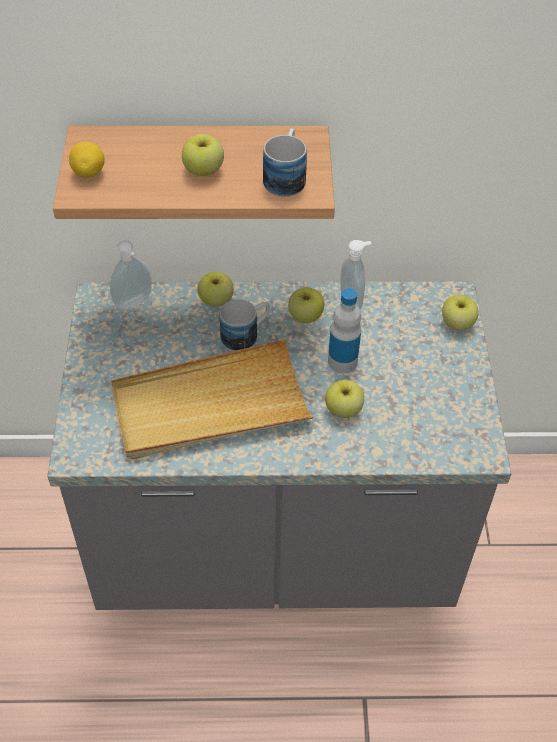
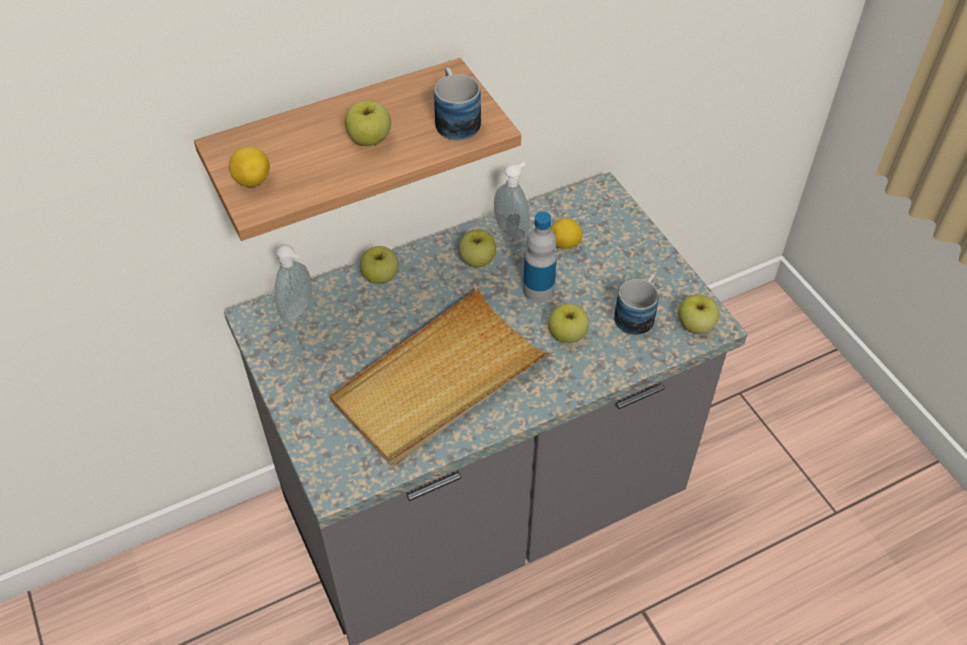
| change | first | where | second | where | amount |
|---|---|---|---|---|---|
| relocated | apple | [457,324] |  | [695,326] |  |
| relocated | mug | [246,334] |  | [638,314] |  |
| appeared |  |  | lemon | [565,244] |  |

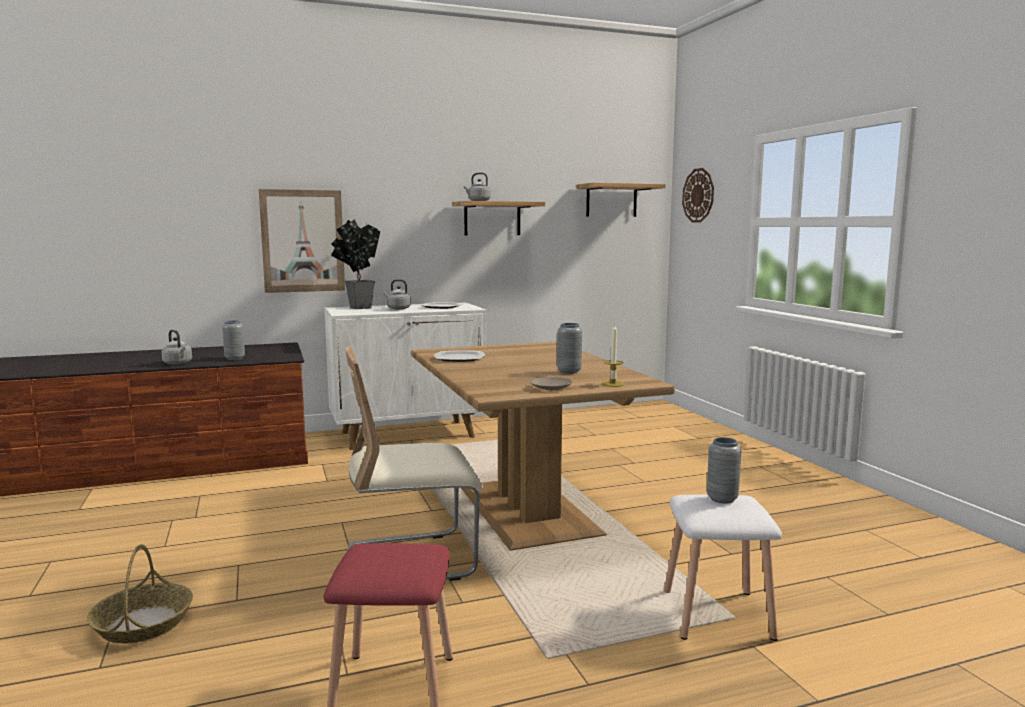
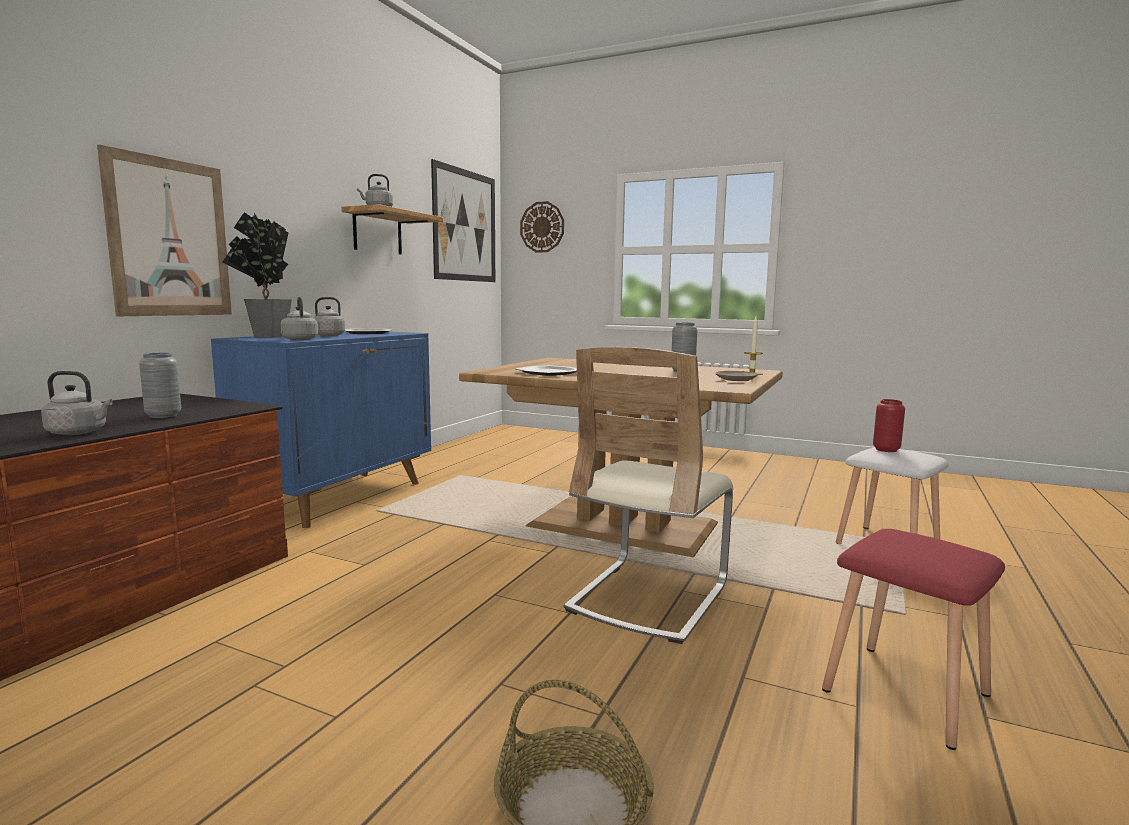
| change | first | where | second | where | amount |
|---|---|---|---|---|---|
| exchanged | shelf | [611,200] | picture | [465,226] |  |
| colour | white cabinet | [409,434] | blue cabinet | [340,497] |  |
| colour | grey vase | [722,499] | red vase | [886,450] |  |
| appeared |  |  | grey kettle | [300,339] |  |

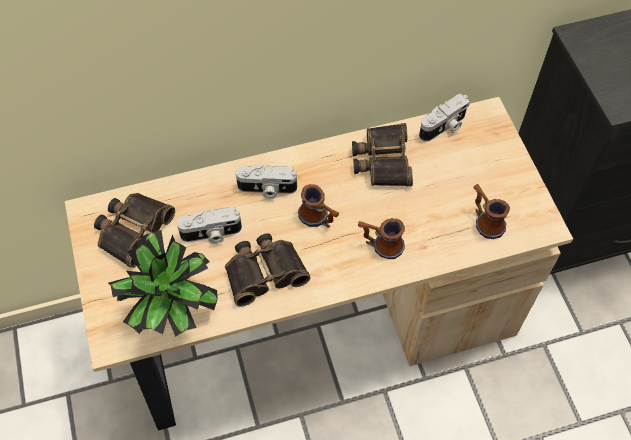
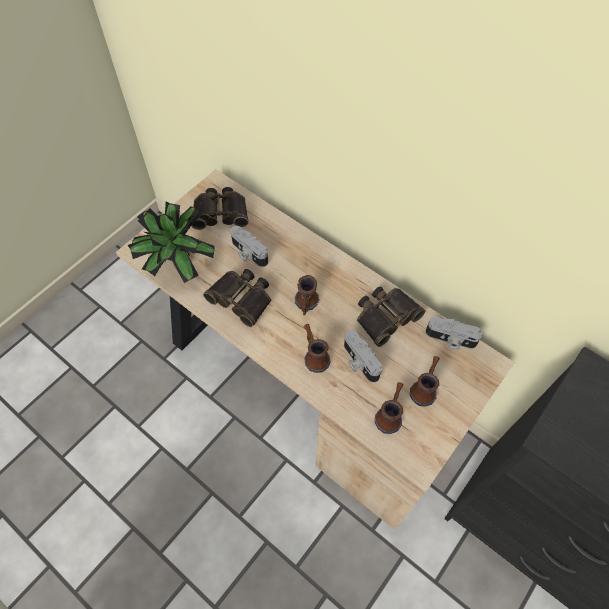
| change | first | where | second | where | amount |
|---|---|---|---|---|---|
| relocated | photo camera | [267,189] |  | [358,362] |  |
| appeared |  |  | mug | [424,387] |  |

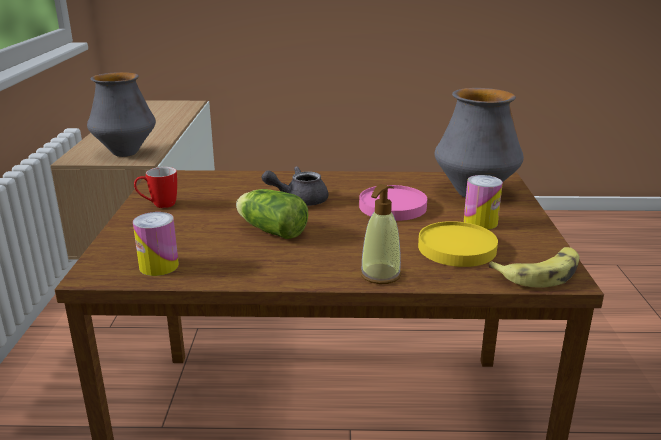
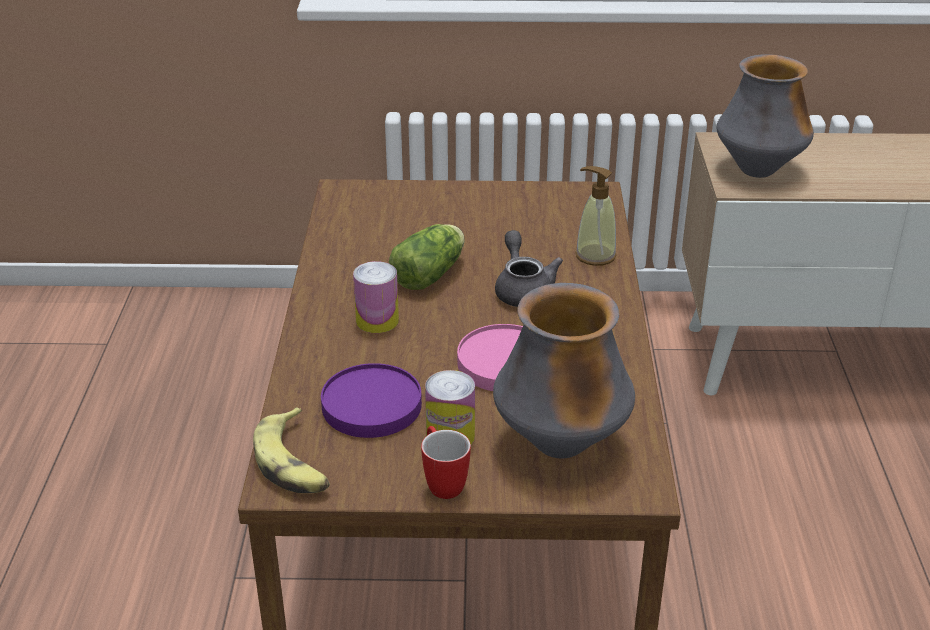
| change | first | where | second | where | amount |
|---|---|---|---|---|---|
| relocated | mug | [158,205] |  | [442,482] |  |
| relocated | soap dispenser | [380,275] |  | [595,255] |  |
| relocated | can | [159,266] |  | [377,320] |  |
| colour | yellow plate | [457,248] | purple plate | [371,406] |  |

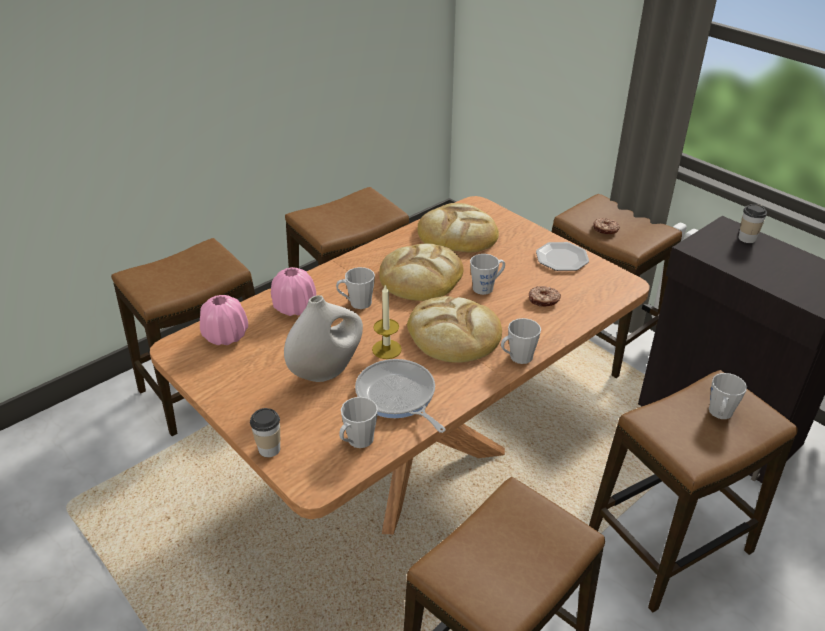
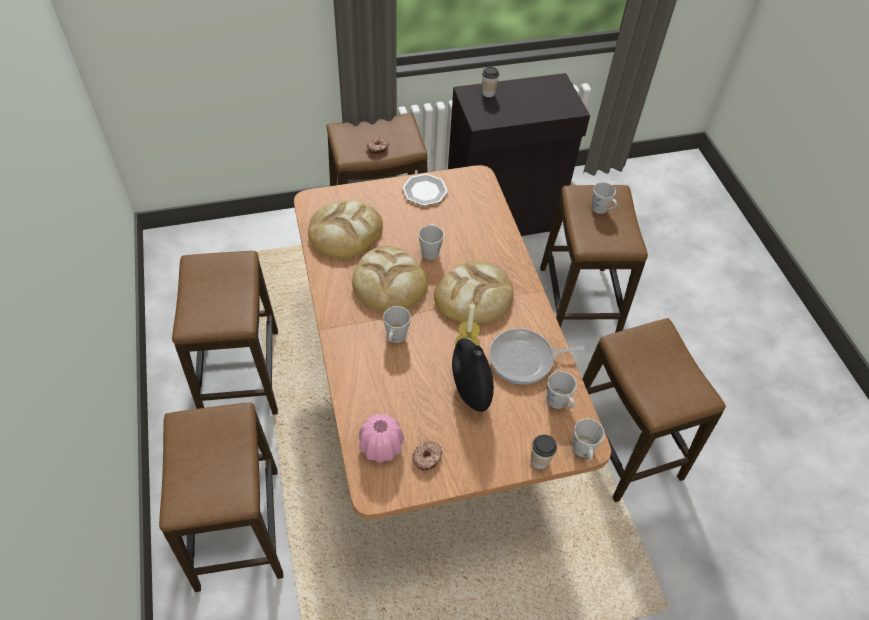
| change | first | where | second | where | amount |
|---|---|---|---|---|---|
| missing | pink vase | [294,307] |  |  |  |
| relocated | donut | [543,300] |  | [427,458] |  |
| colour | white vase | [327,370] | black vase | [469,391] |  |
| relocated | grey mug | [517,357] |  | [583,451] |  |

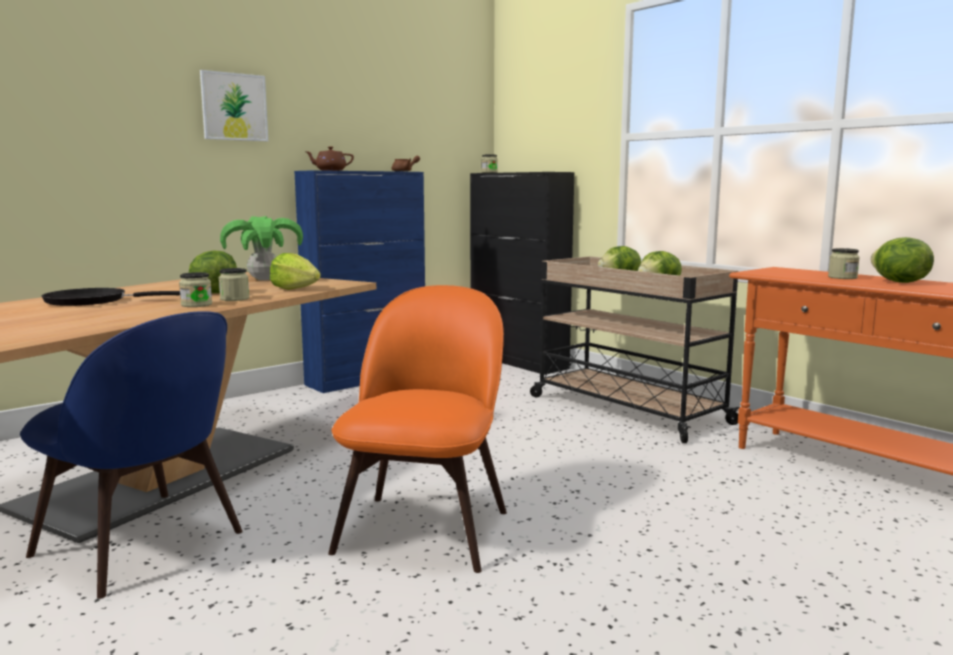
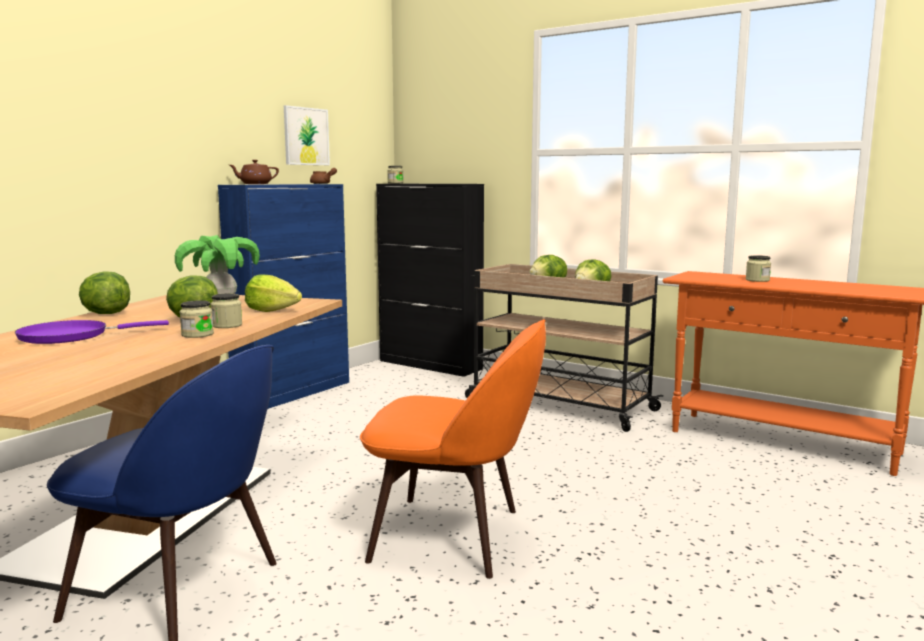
| change | first | where | second | where | amount |
|---|---|---|---|---|---|
| relocated | picture | [234,107] |  | [306,136] |  |
| relocated | lettuce | [898,282] |  | [105,313] |  |
| spun | orange chair | [425,527] |  | [453,536] | 105 degrees clockwise |
| colour | black frying pan | [92,301] | purple frying pan | [70,336] |  |

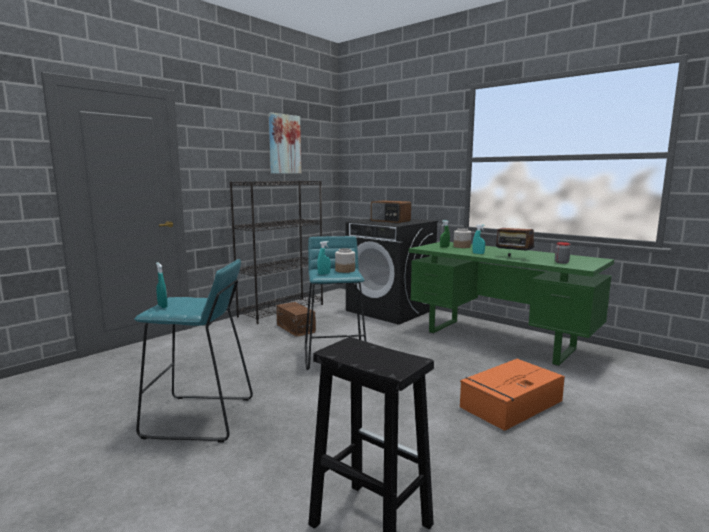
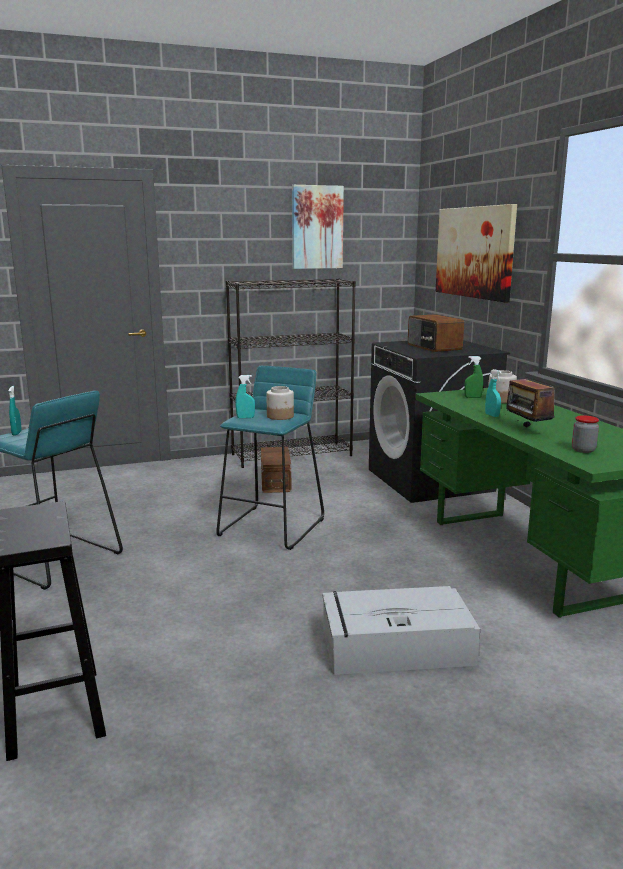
| change | first | where | second | where | amount |
|---|---|---|---|---|---|
| colour | orange storage box | [510,404] | grey storage box | [394,646] |  |
| appeared |  |  | picture | [474,252] |  |

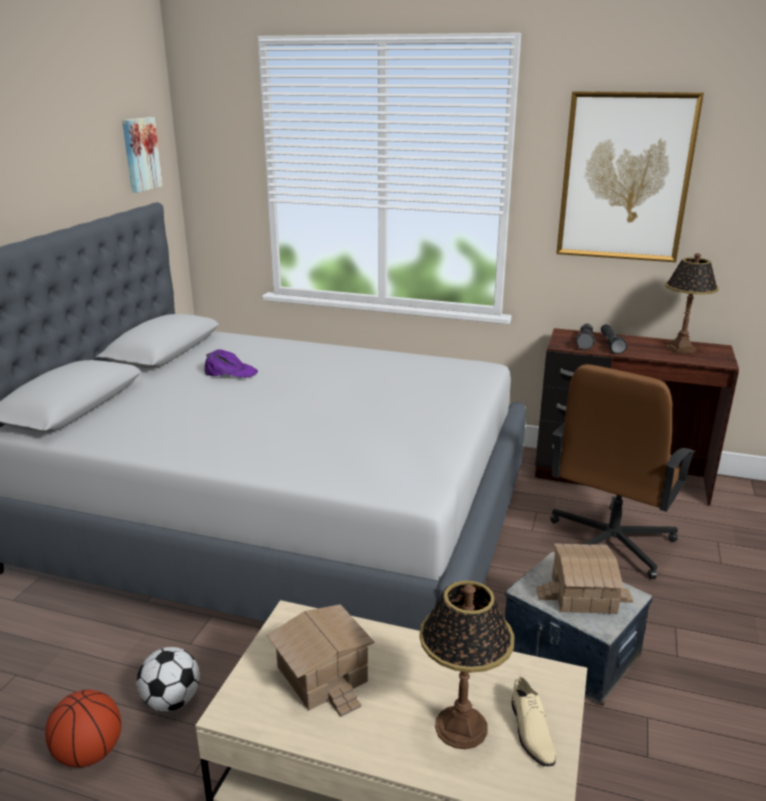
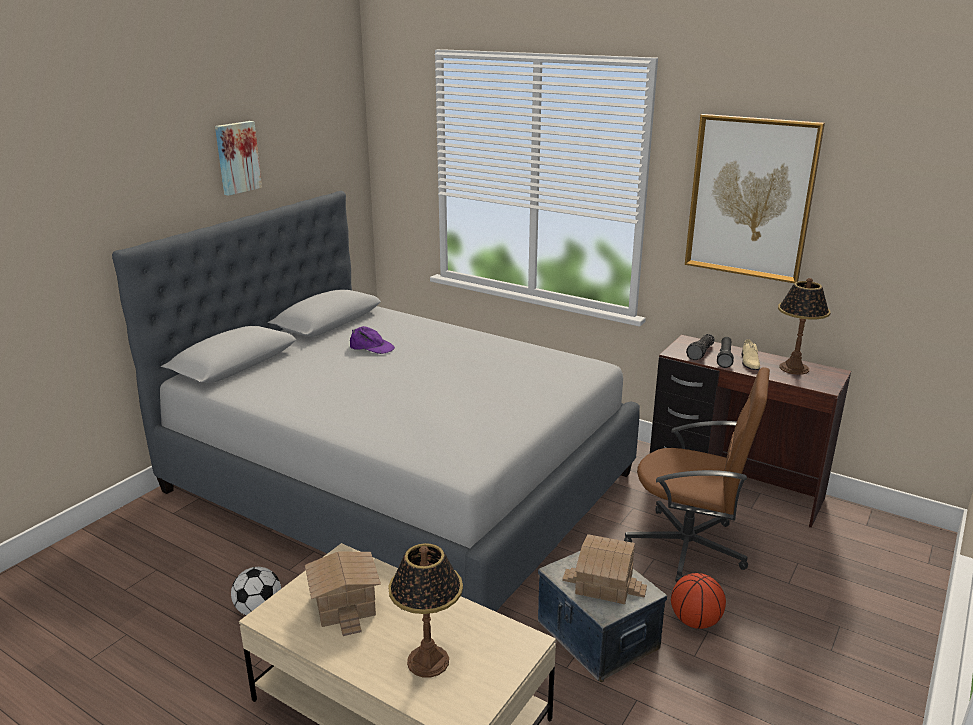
| change | first | where | second | where | amount |
|---|---|---|---|---|---|
| relocated | picture | [140,154] |  | [237,157] |  |
| spun | brown office chair | [610,542] |  | [688,546] | 120 degrees counterclockwise |
| relocated | beige shoe | [530,730] |  | [749,362] |  |
| relocated | basketball | [89,753] |  | [695,621] |  |

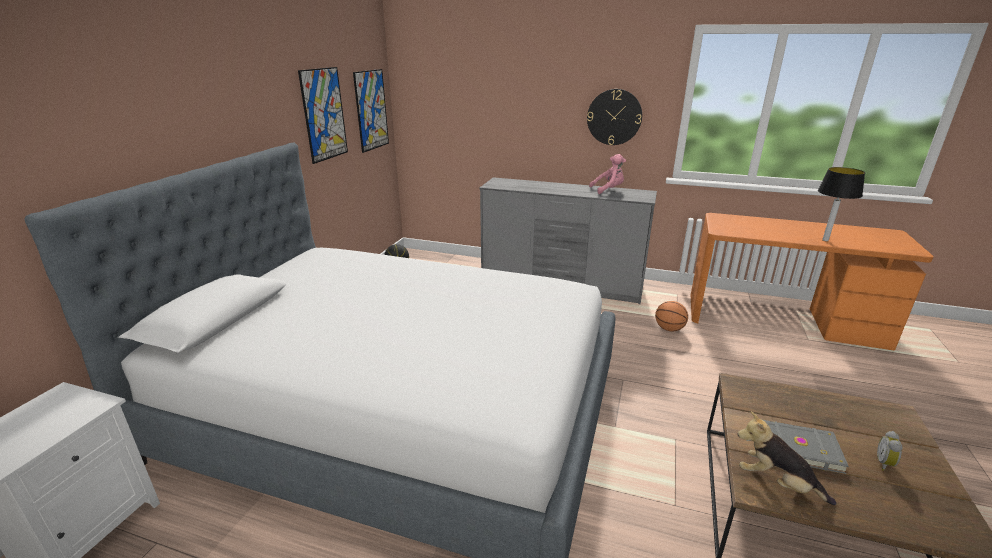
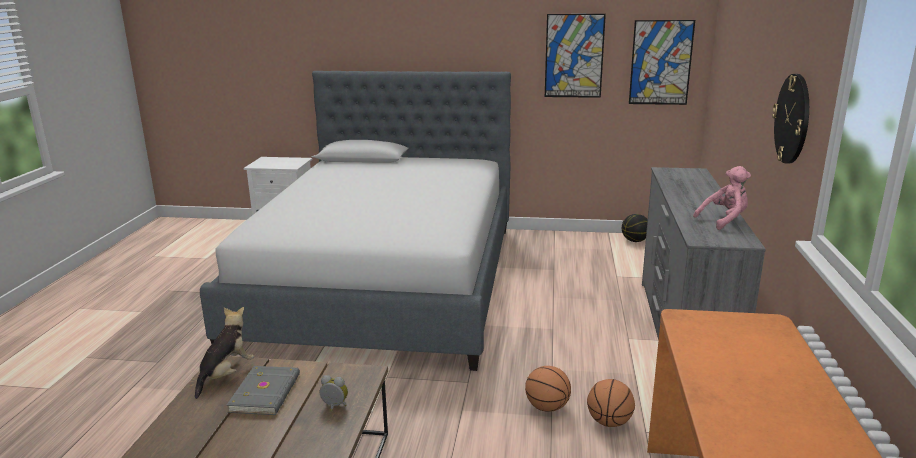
| change | first | where | second | where | amount |
|---|---|---|---|---|---|
| spun | pink plush toy | [608,190] |  | [724,220] | 90 degrees counterclockwise |
| missing | table lamp | [825,240] |  |  |  |
| relocated | alarm clock | [885,464] |  | [334,407] |  |
| appeared |  |  | basketball | [547,407] |  |

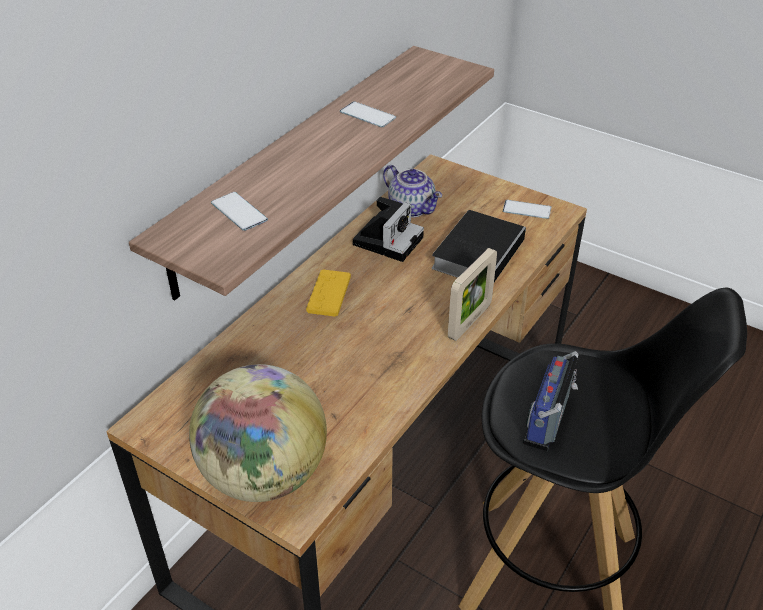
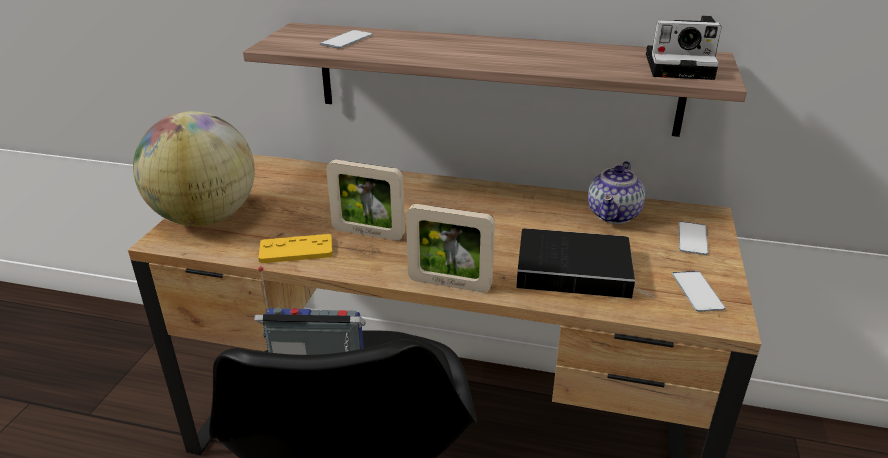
| change | first | where | second | where | amount |
|---|---|---|---|---|---|
| relocated | phone | [367,115] |  | [692,238] |  |
| relocated | photo camera | [388,239] |  | [682,66] |  |
| relocated | yellow game controller | [329,294] |  | [296,250] |  |
| appeared |  |  | picture frame | [368,233] |  |

